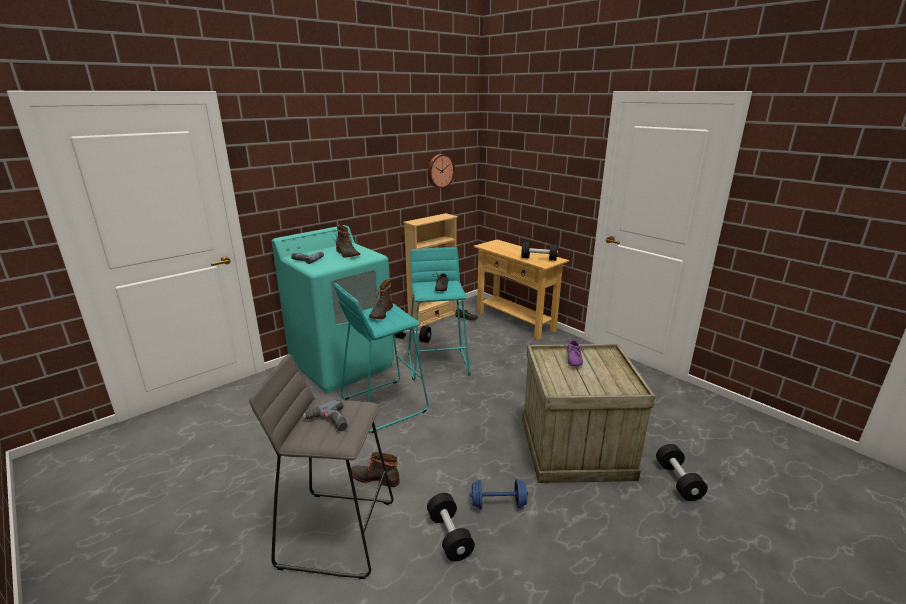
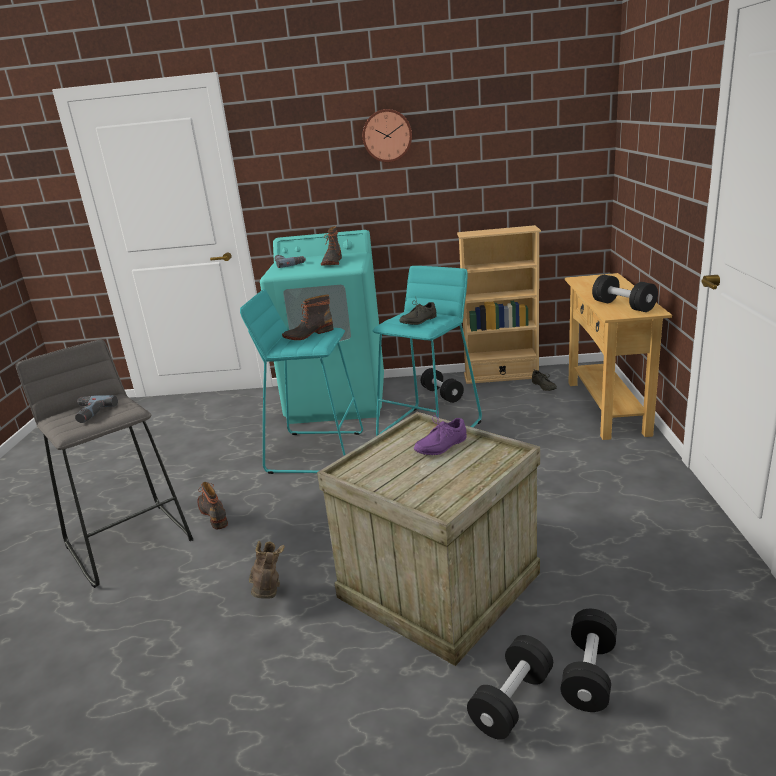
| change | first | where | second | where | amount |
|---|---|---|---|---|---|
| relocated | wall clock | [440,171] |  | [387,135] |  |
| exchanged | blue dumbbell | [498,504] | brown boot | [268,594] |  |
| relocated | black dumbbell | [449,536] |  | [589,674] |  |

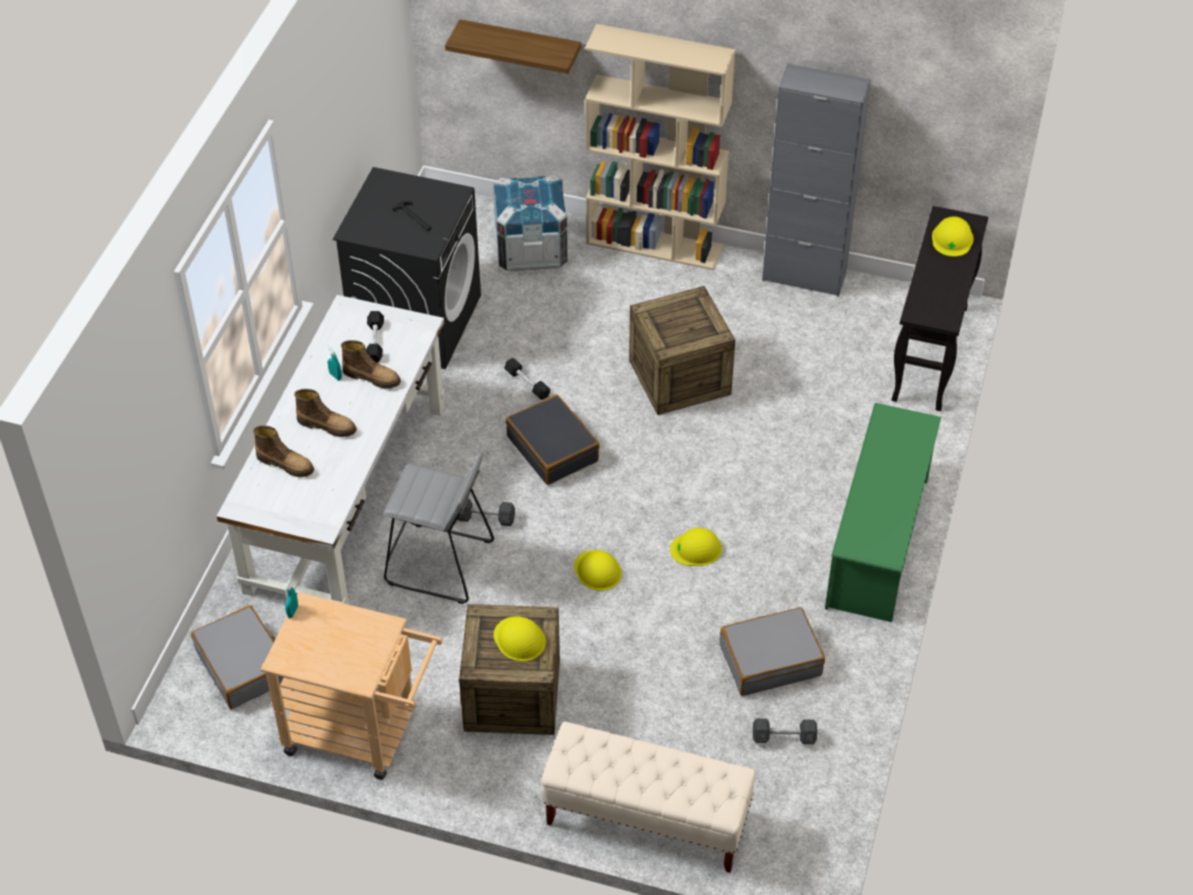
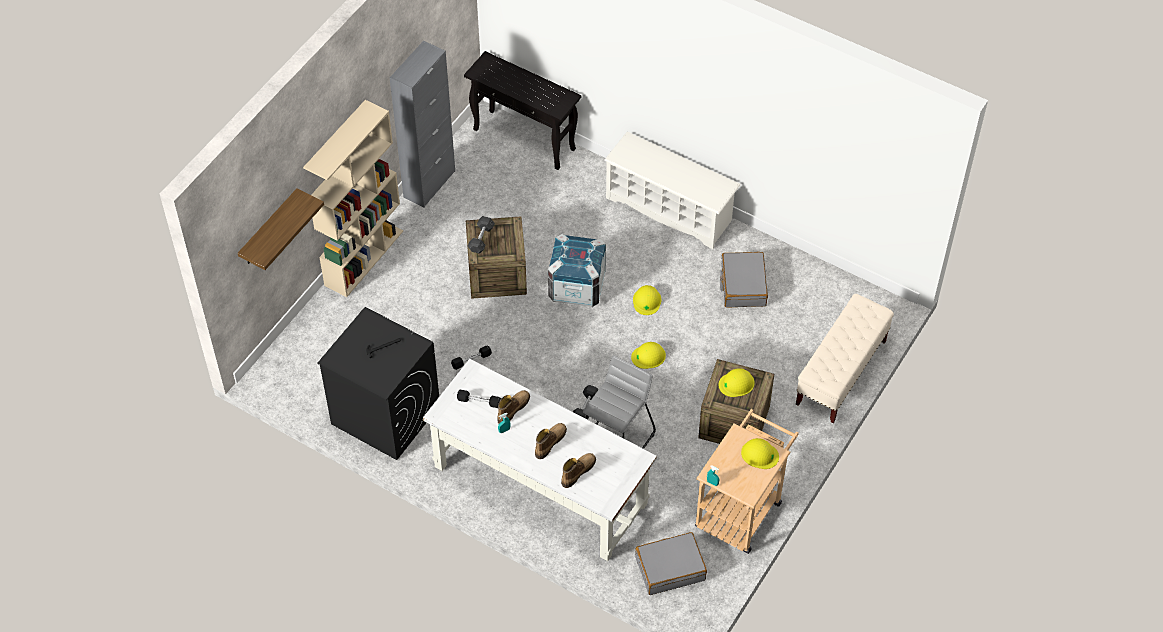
| change | first | where | second | where | amount |
|---|---|---|---|---|---|
| relocated | crate | [531,249] |  | [577,286] |  |
| relocated | yellow hard hat | [952,239] |  | [759,454] |  |
| missing | black suitcase | [553,448] |  |  |  |
| colour | green shoe rack | [878,542] | white shoe rack | [669,209] |  |
| relocated | grey dumbbell | [783,737] |  | [481,239] |  |

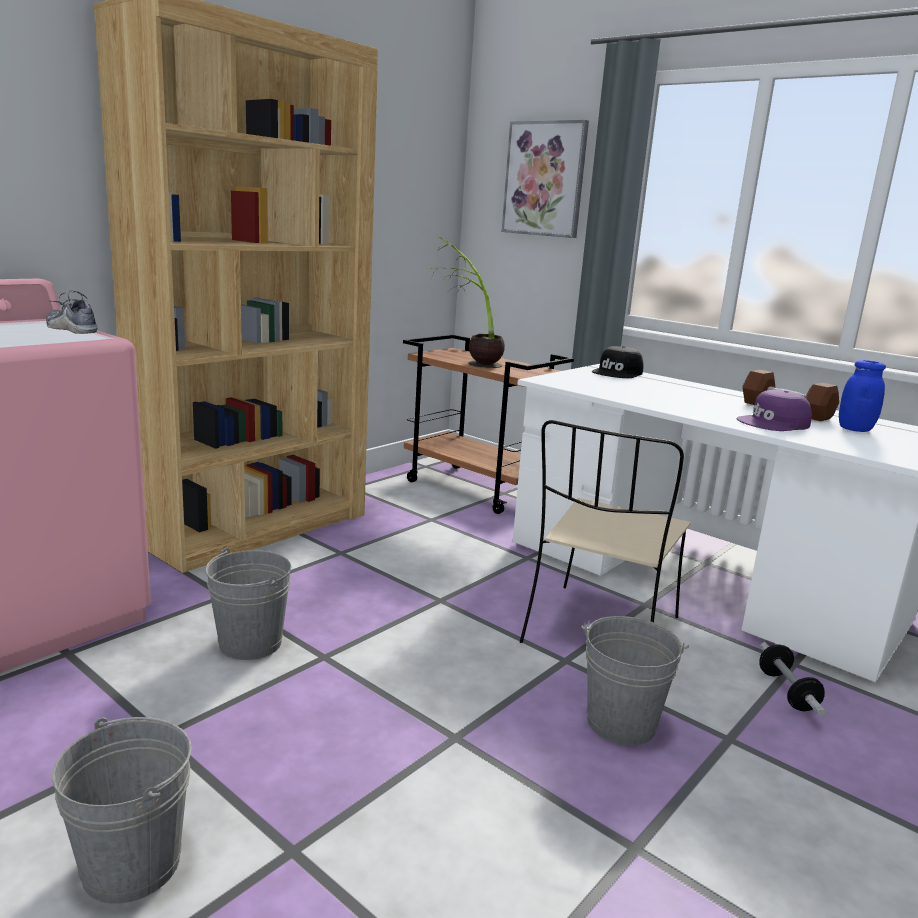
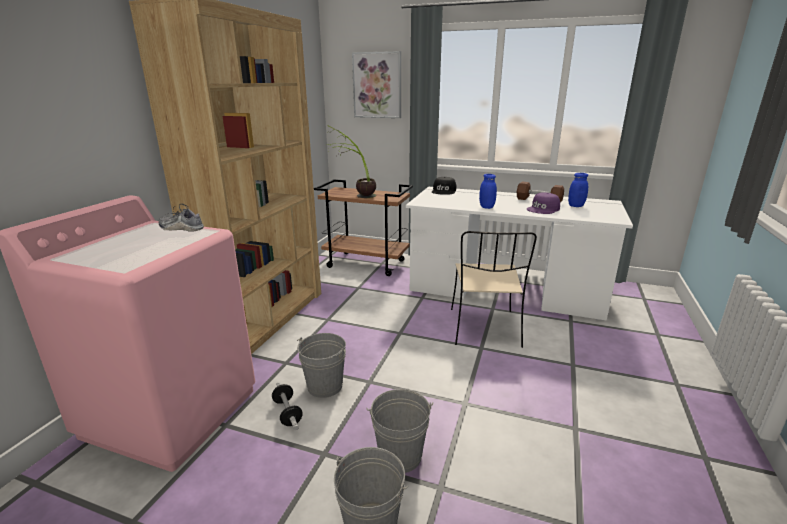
| change | first | where | second | where | amount |
|---|---|---|---|---|---|
| relocated | grey bucket | [621,723] |  | [400,455] |  |
| relocated | dumbbell | [787,692] |  | [287,413] |  |
| appeared |  |  | blue jar | [486,207] |  |

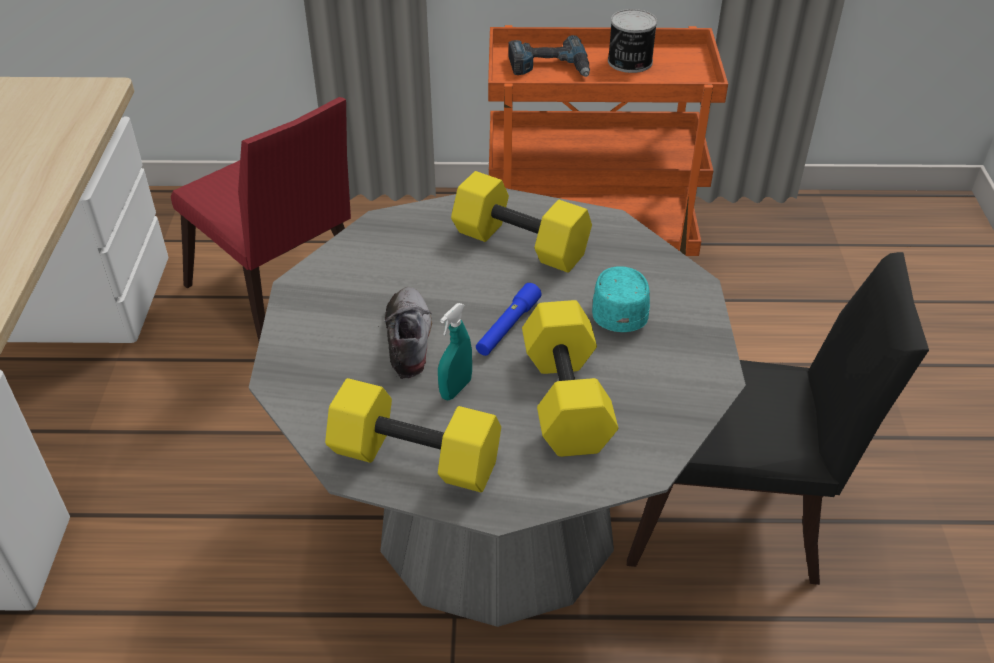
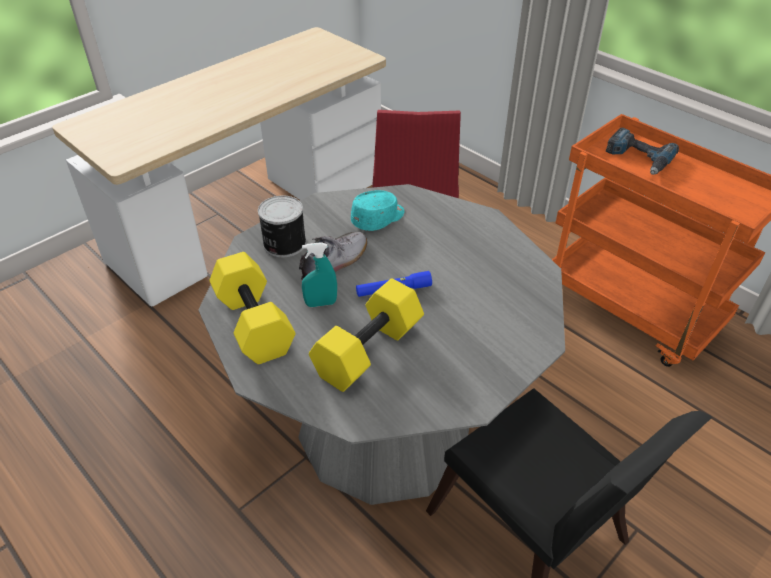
| change | first | where | second | where | amount |
|---|---|---|---|---|---|
| relocated | can | [629,62] |  | [283,243] |  |
| missing | yellow dumbbell | [518,244] |  |  |  |
| relocated | turquoise cap | [619,308] |  | [378,219] |  |

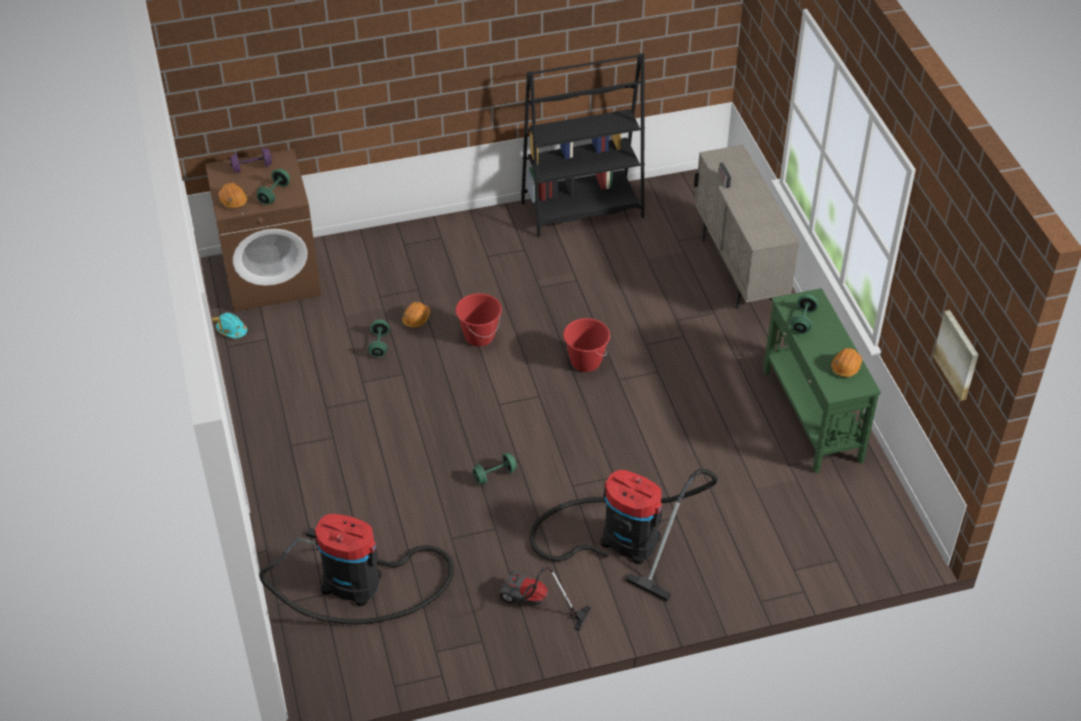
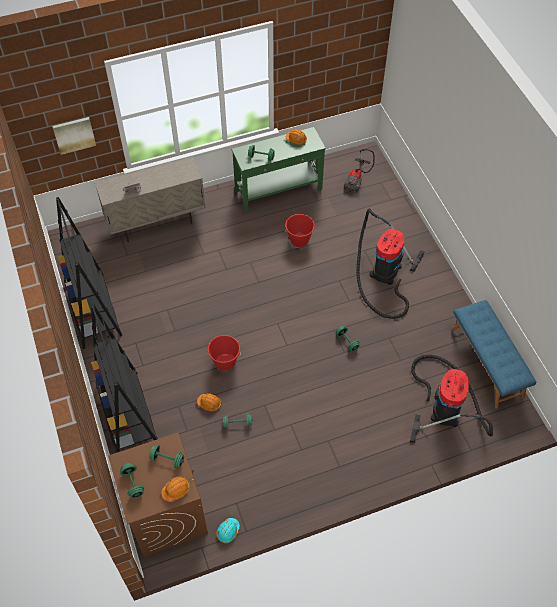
| change | first | where | second | where | amount |
|---|---|---|---|---|---|
| colour | purple dumbbell | [252,167] | green dumbbell | [133,483] |  |
| relocated | picture | [957,354] |  | [74,134] |  |
| relocated | red bucket | [585,362] |  | [299,240] |  |
| relocated | vacuum cleaner | [535,604] |  | [357,179] |  |
| appeared |  |  | blue bench | [487,363] |  |
| appeared |  |  | black bookcase | [127,415] |  |

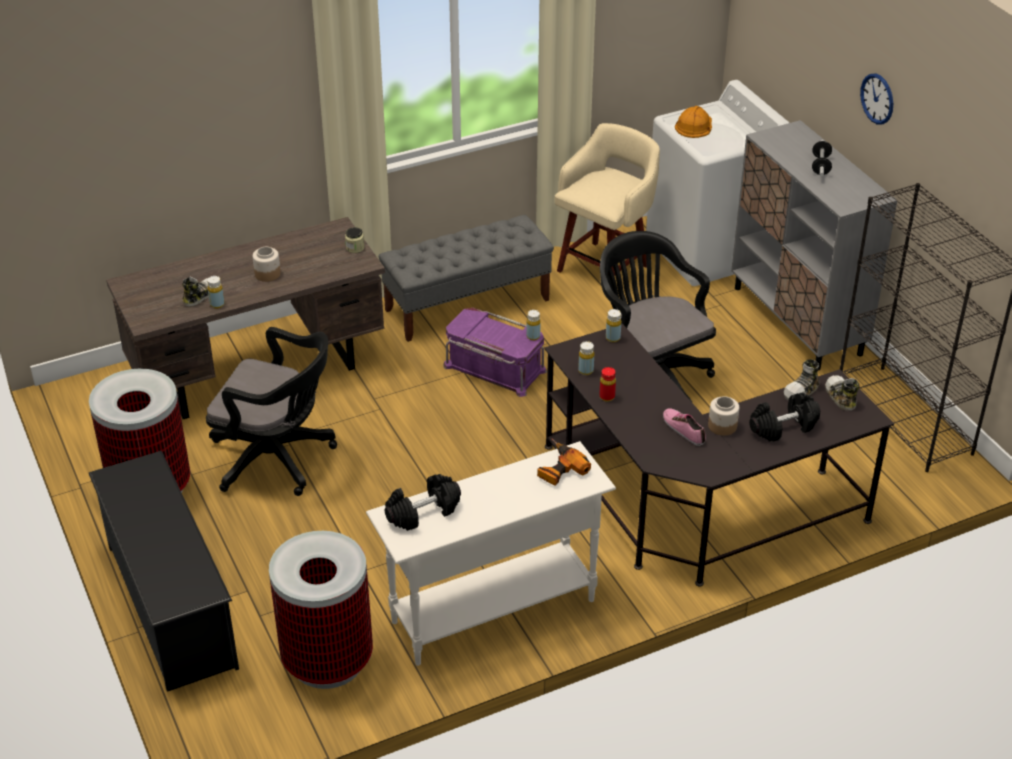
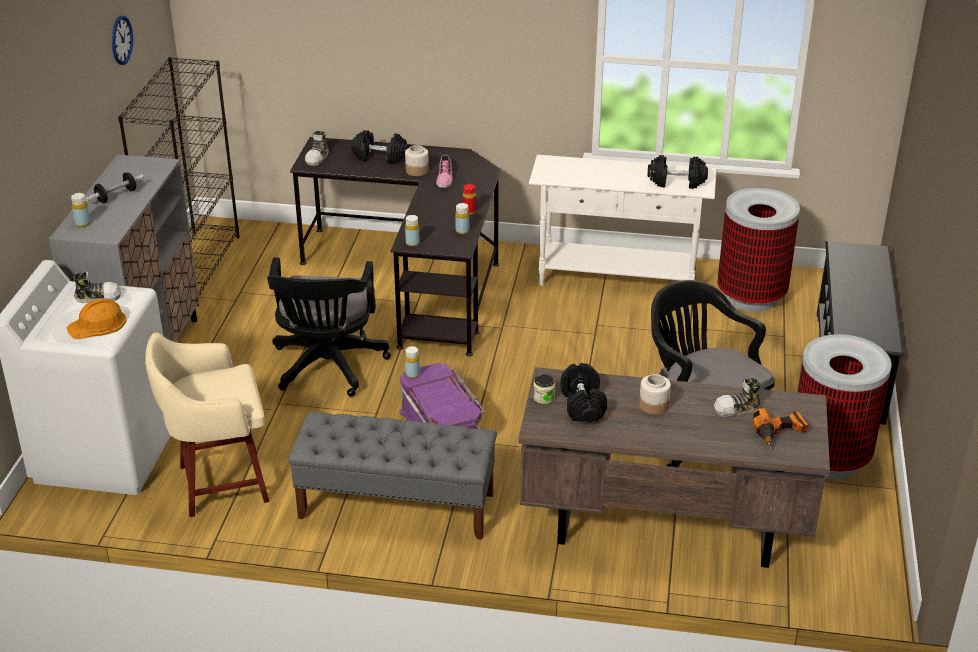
| change | first | where | second | where | amount |
|---|---|---|---|---|---|
| relocated | wall clock | [877,98] |  | [121,40] |  |
| relocated | yellow bottle | [217,304] |  | [83,223] |  |
| relocated | shoe | [802,391] |  | [98,297] |  |
| relocated | power drill | [558,469] |  | [780,434] |  |
| appeared |  |  | black dumbbell | [583,405] |  |

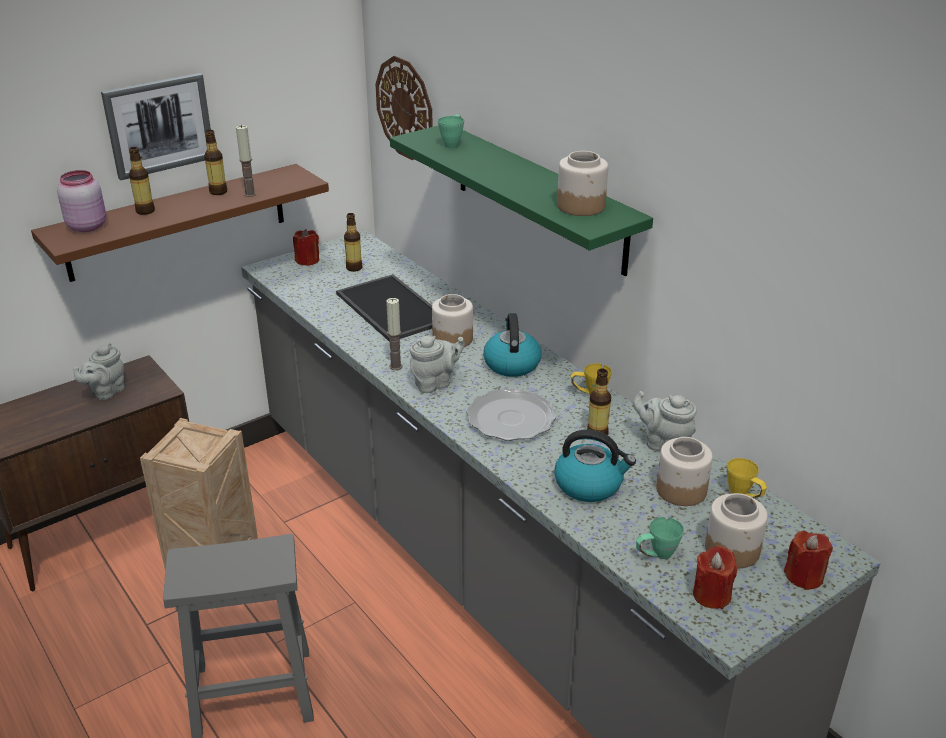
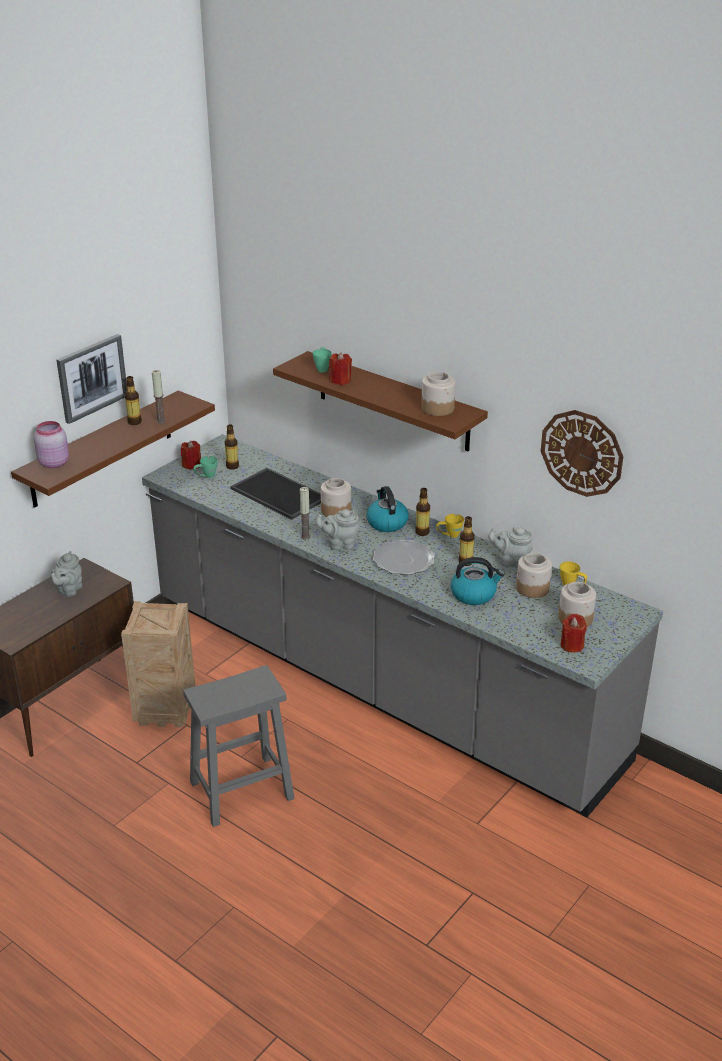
| change | first | where | second | where | amount |
|---|---|---|---|---|---|
| relocated | wall clock | [405,108] |  | [582,453] |  |
| colour | green shelf | [538,197] | brown shelf | [393,401] |  |
| relocated | bottle | [145,211] |  | [422,532] |  |
| spun | grey teapot | [435,383] |  | [340,544] | 135 degrees counterclockwise |
| relocated | green mug | [656,555] |  | [206,477] |  |
| relocated | red candle | [804,576] |  | [340,380] |  |

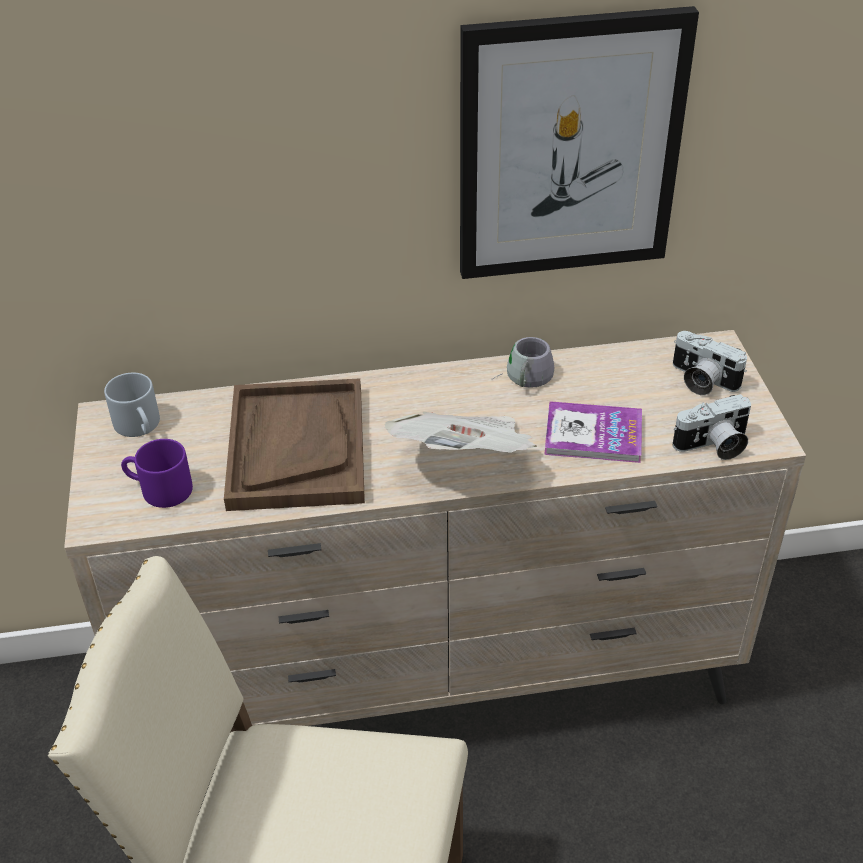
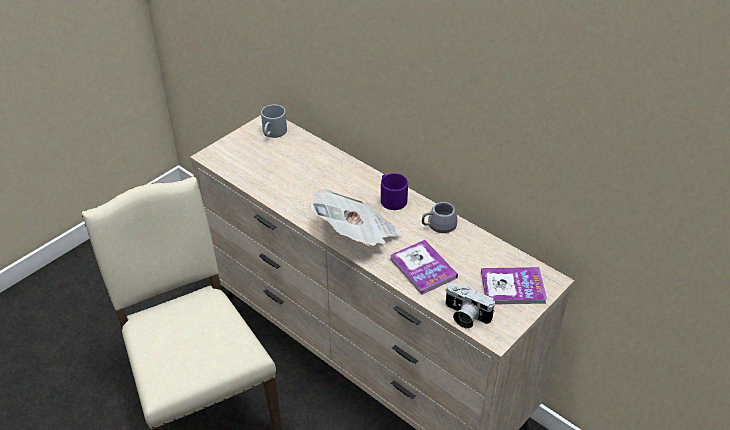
| change | first | where | second | where | amount |
|---|---|---|---|---|---|
| missing | picture | [569,147] |  |  |  |
| exchanged | photo camera | [701,381] | book | [512,287] |  |
| missing | brown tray | [296,447] |  |  |  |
| relocated | purple mug | [158,490] |  | [391,198] |  |

